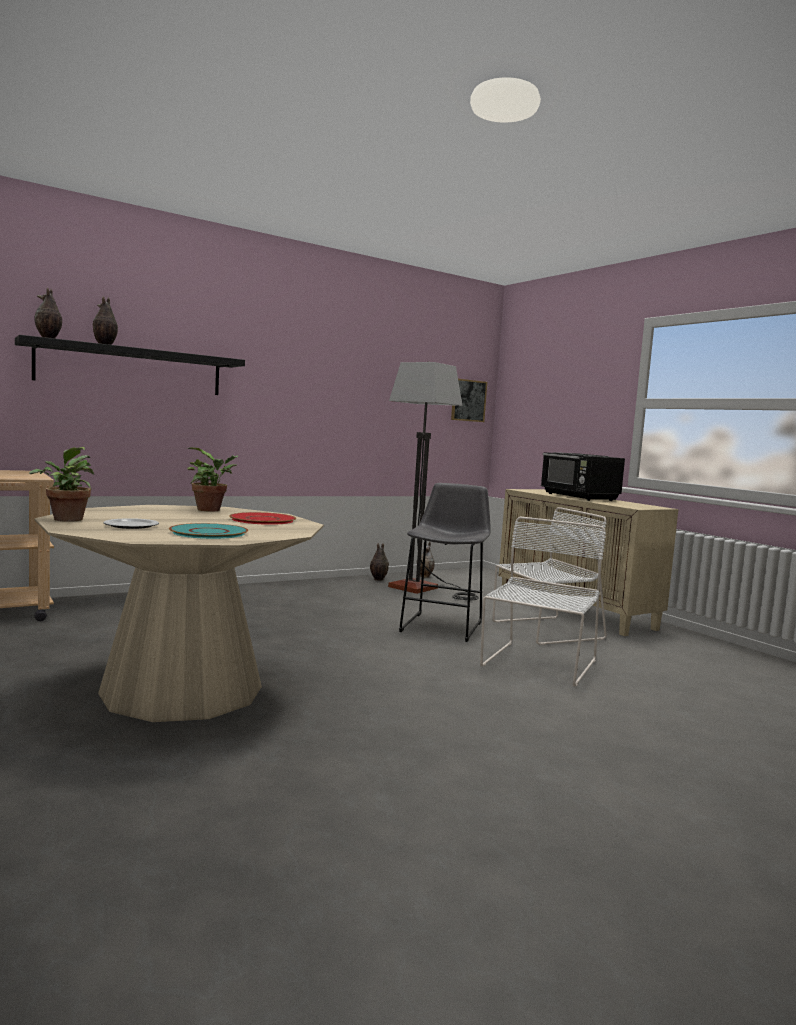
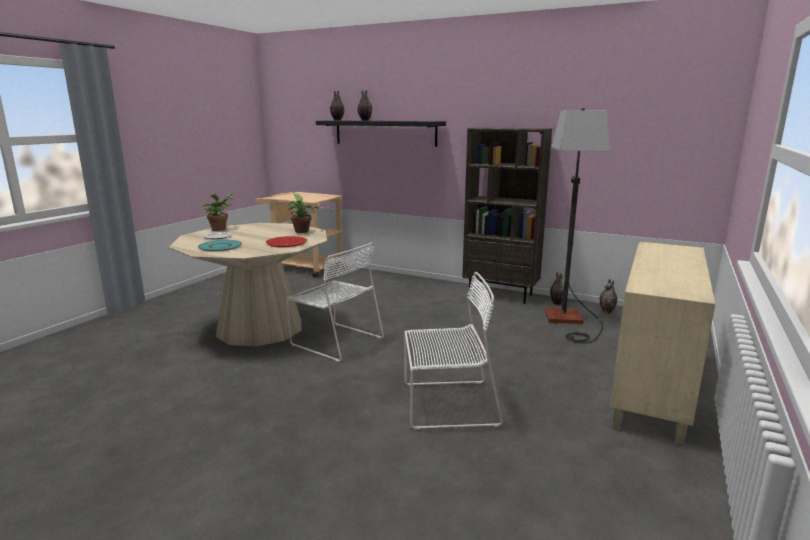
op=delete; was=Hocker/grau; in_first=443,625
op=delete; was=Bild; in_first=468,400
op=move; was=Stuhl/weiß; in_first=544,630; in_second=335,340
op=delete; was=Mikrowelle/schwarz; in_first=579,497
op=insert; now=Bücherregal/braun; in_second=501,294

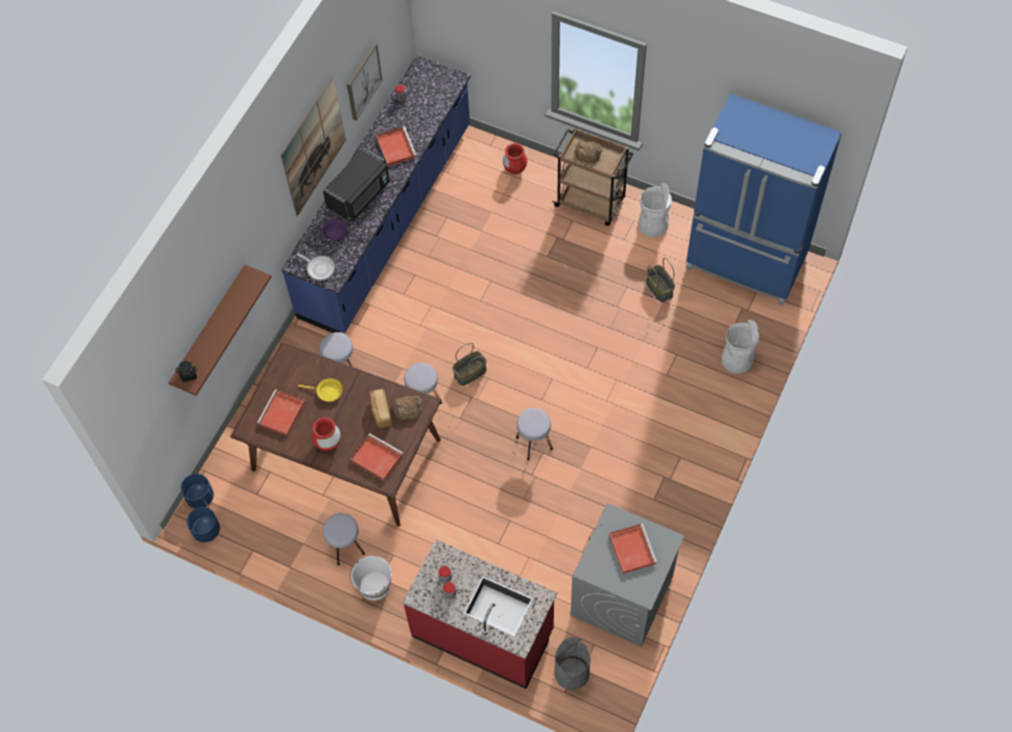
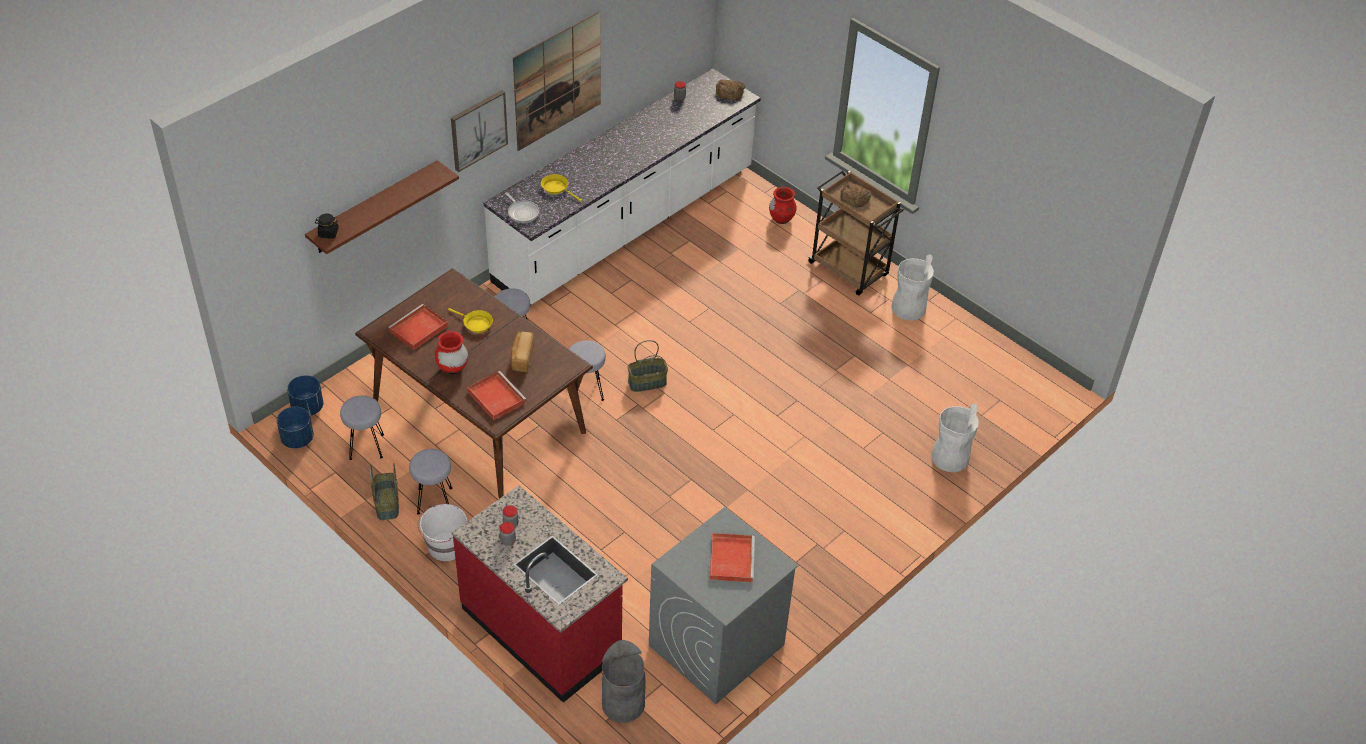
op=recolor; was=Küchenzeile/blau; now=Küchenzeile/weiß; in_first=387,221; in_second=626,226
op=recolor; was=Pfanne/lila; now=Pfanne/gelb; in_first=337,232; in_second=556,188
op=delete; was=Mikrowelle/schwarz; in_first=360,195
op=move; was=Bild; in_first=363,81; in_second=478,130
op=delete; was=Tablett/rot; in_first=395,147
op=move; was=Brot; in_first=407,408; in_second=729,92
op=move; was=Hocker/grau; in_first=533,443; in_second=366,446
op=move; was=Korb; in_first=660,288; in_second=388,504
op=delete; was=Kühlschrank/blau; in_first=746,263

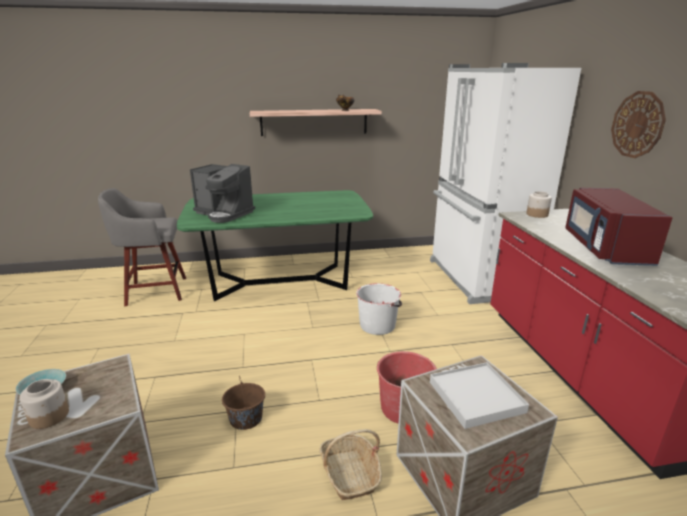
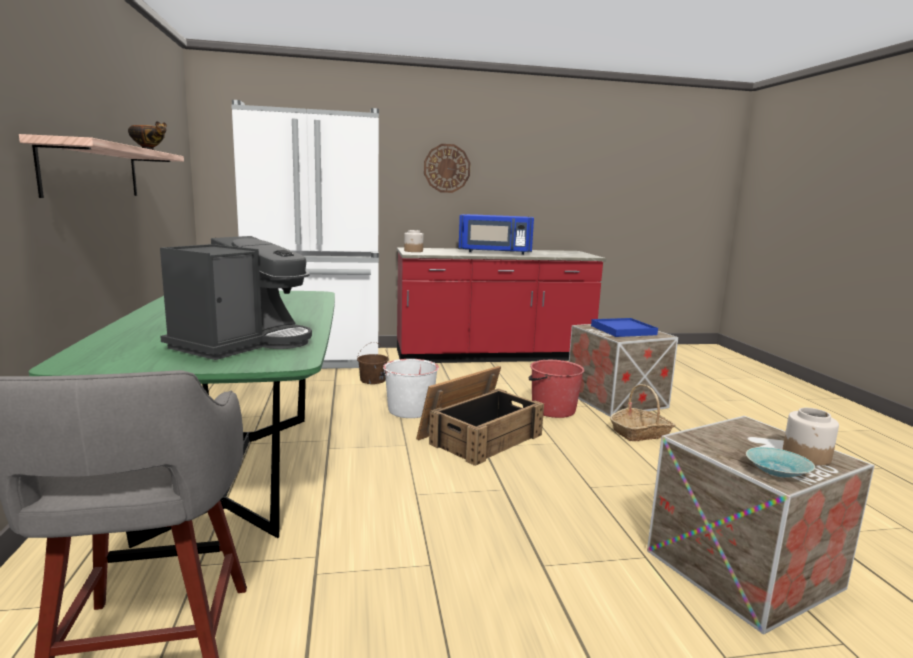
op=move; was=Eimer/braun; in_first=246,419; in_second=373,380
op=recolor; was=Tablett/weiß; now=Tablett/blau; in_first=476,397; in_second=623,330
op=recolor; was=Mikrowelle/rot; now=Mikrowelle/blau; in_first=604,248; in_second=495,252
op=insert; now=Kiste; in_second=480,436

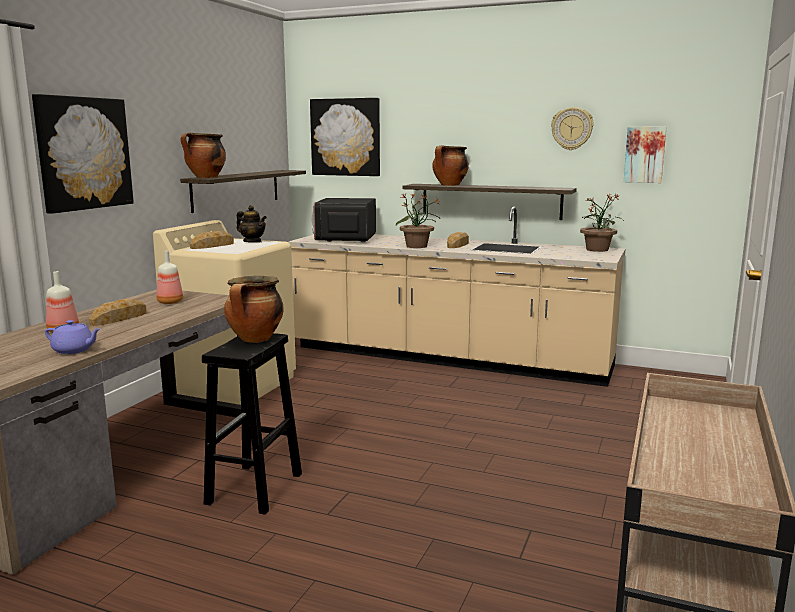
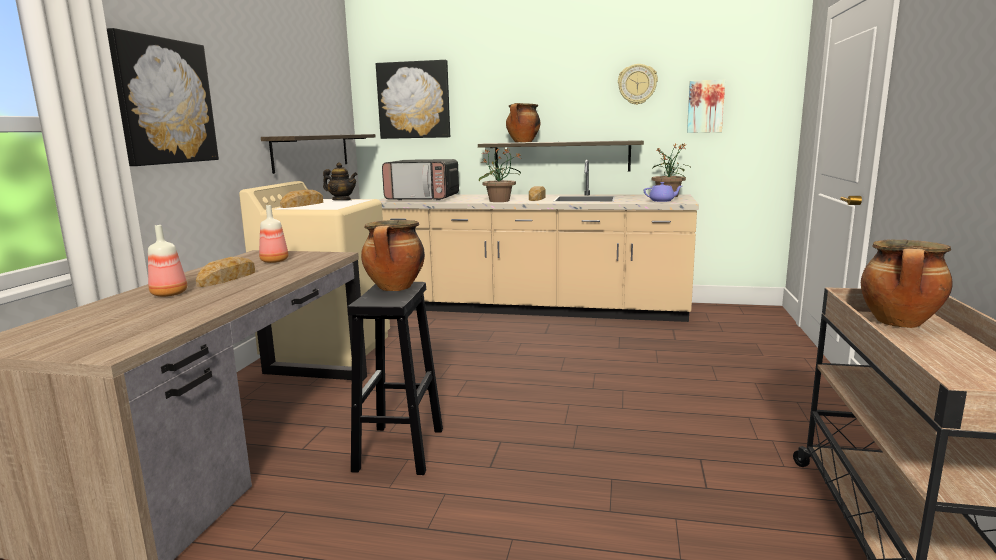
op=move; was=Teekanne/lila; in_first=74,350; in_second=662,201
op=move; was=Kochtopf; in_first=206,177; in_second=900,323
op=rotate; was=Mikrowelle; in_first=346,238; in_second=423,198; clockwise=-75

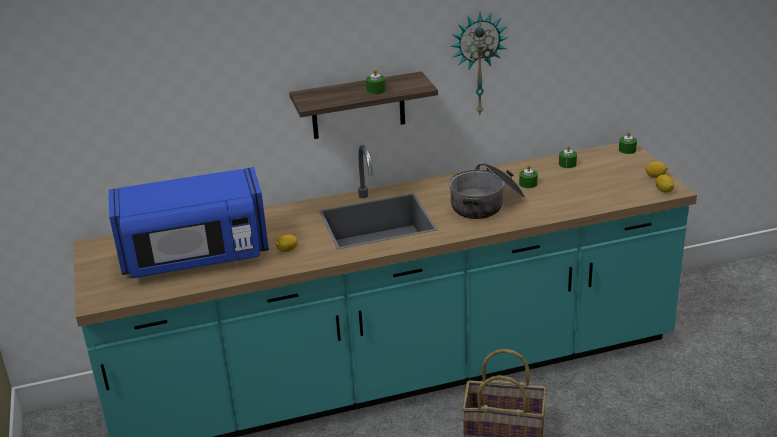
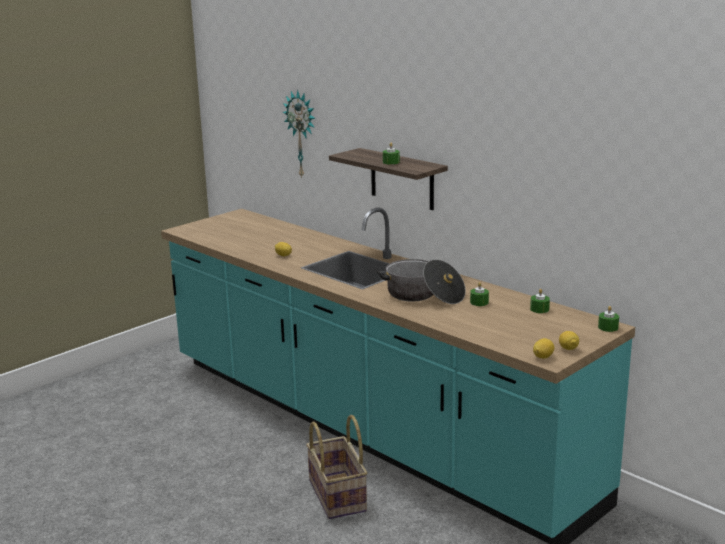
op=delete; was=Mikrowelle/blau; in_first=195,257
op=move; was=Wanduhr; in_first=478,63; in_second=302,134

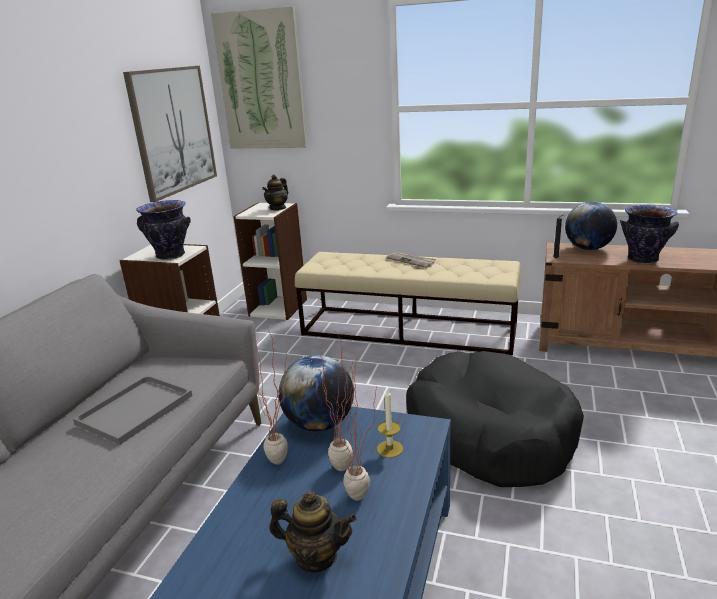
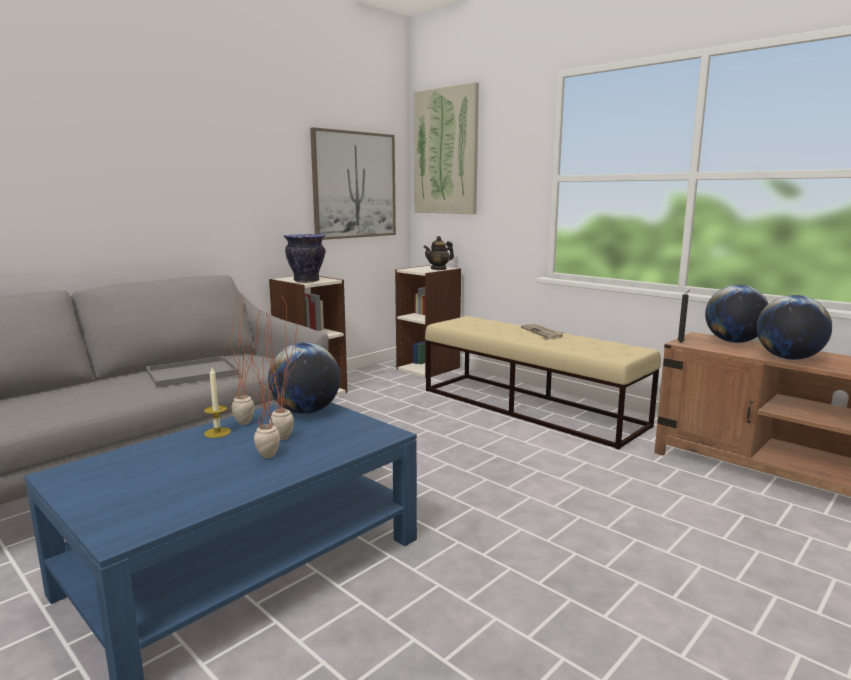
op=delete; was=Teekanne; in_first=316,556
op=move; was=Kerze; in_first=390,449; in_second=217,432
op=delete; was=Hundebett/schwarz; in_first=489,433
op=replace; was=Vase; now=Globus; in_first=643,260; in_second=788,358

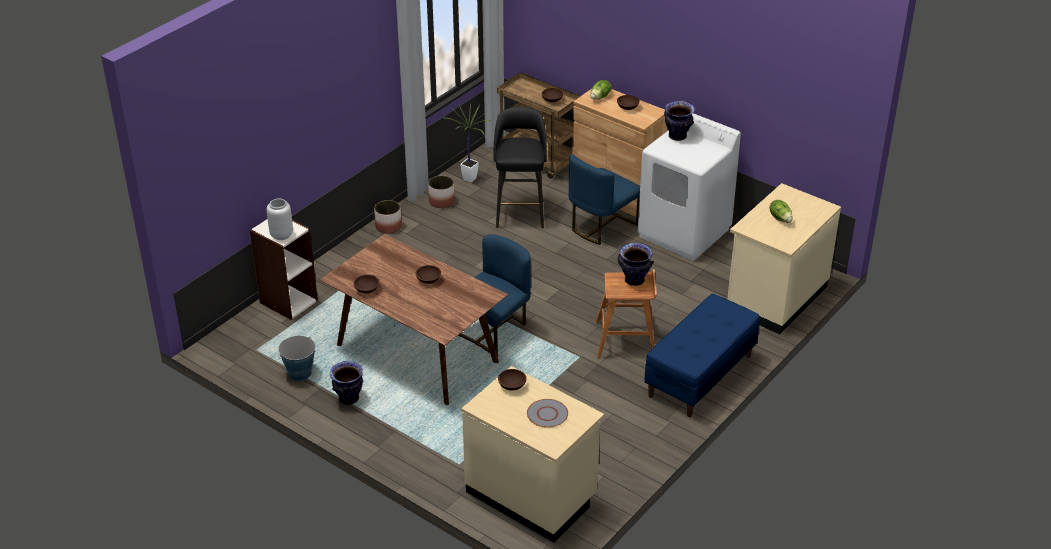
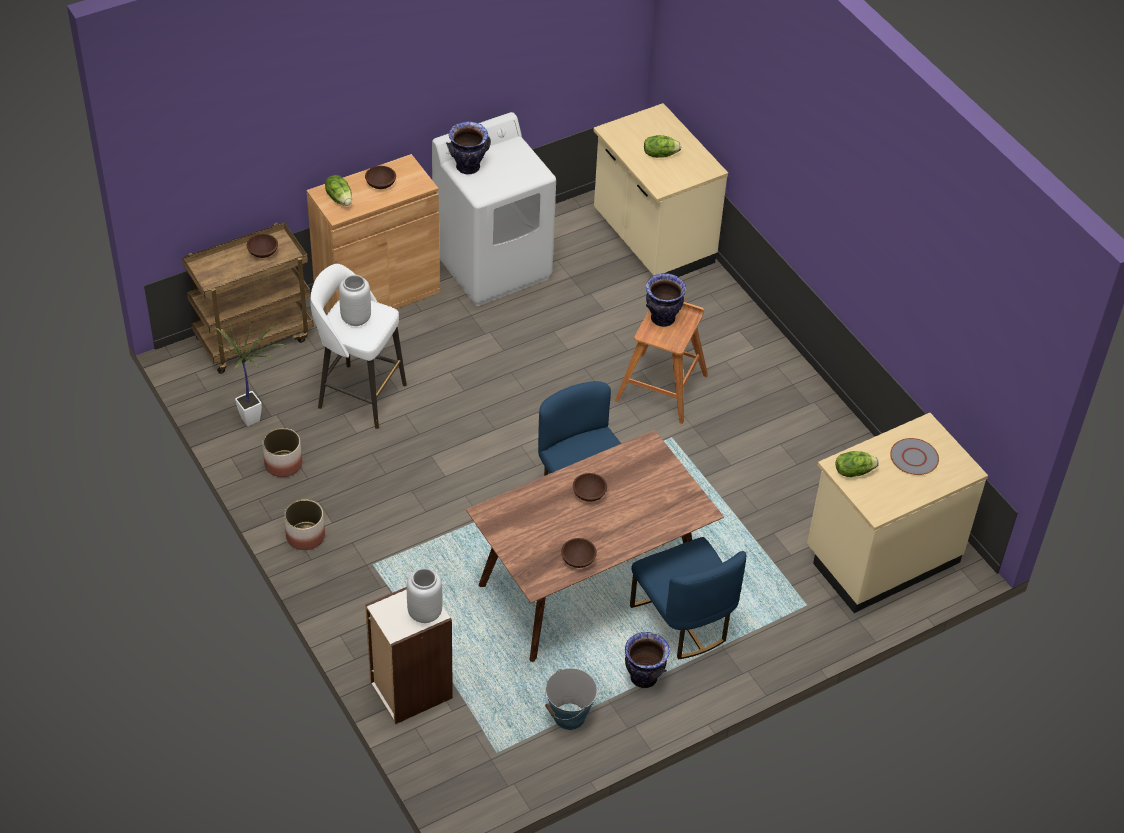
op=recolor; was=Hocker/schwarz; now=Hocker/weiß; in_first=520,213; in_second=359,395
op=replace; was=Schüssel/braun; now=Salatkopf; in_first=512,385; in_second=853,471
op=move; was=Stuhl/blau; in_first=601,226; in_second=682,622
op=delete; was=Bank/blau; in_first=700,376
op=insert; now=Vase/grau; in_second=356,318

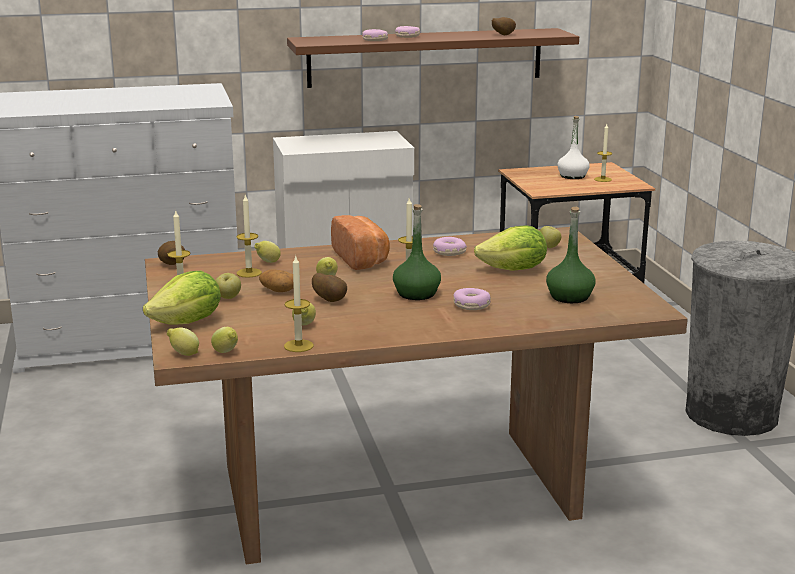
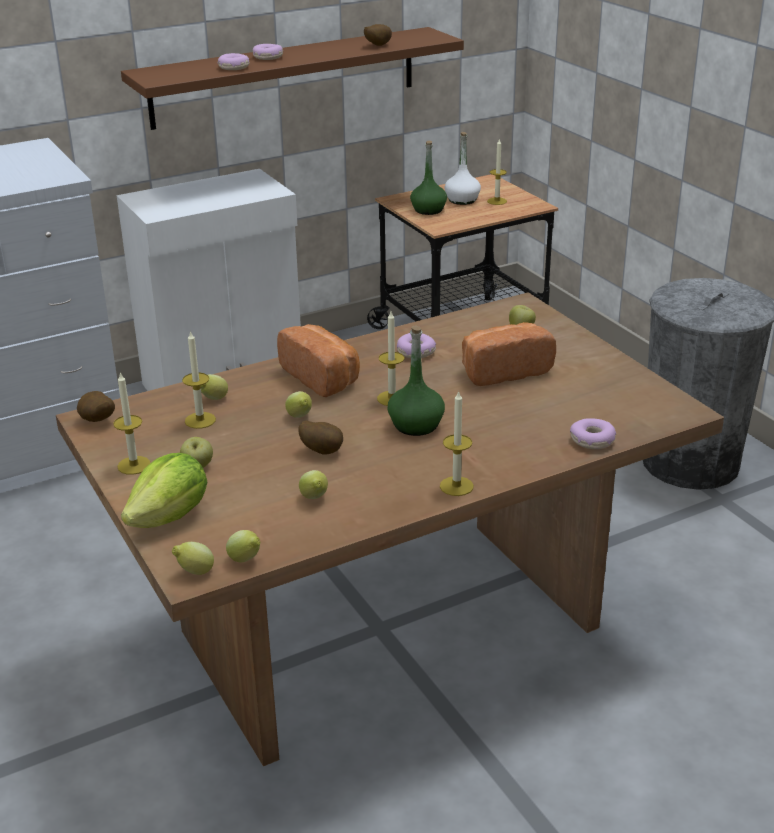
op=delete; was=Kartoffel; in_first=278,290
op=move; was=Kerze; in_first=298,346; in_second=456,486
op=move; was=Donut; in_first=471,305; in_second=592,440
op=replace; was=Salatkopf; now=Brot; in_first=514,270; in_second=503,370
op=move; was=Flasche/grün; in_first=570,297; in_second=428,210

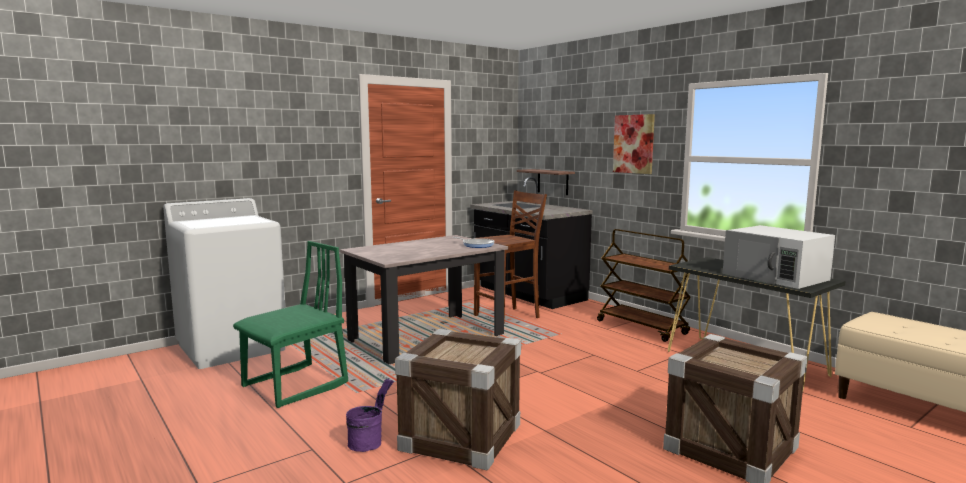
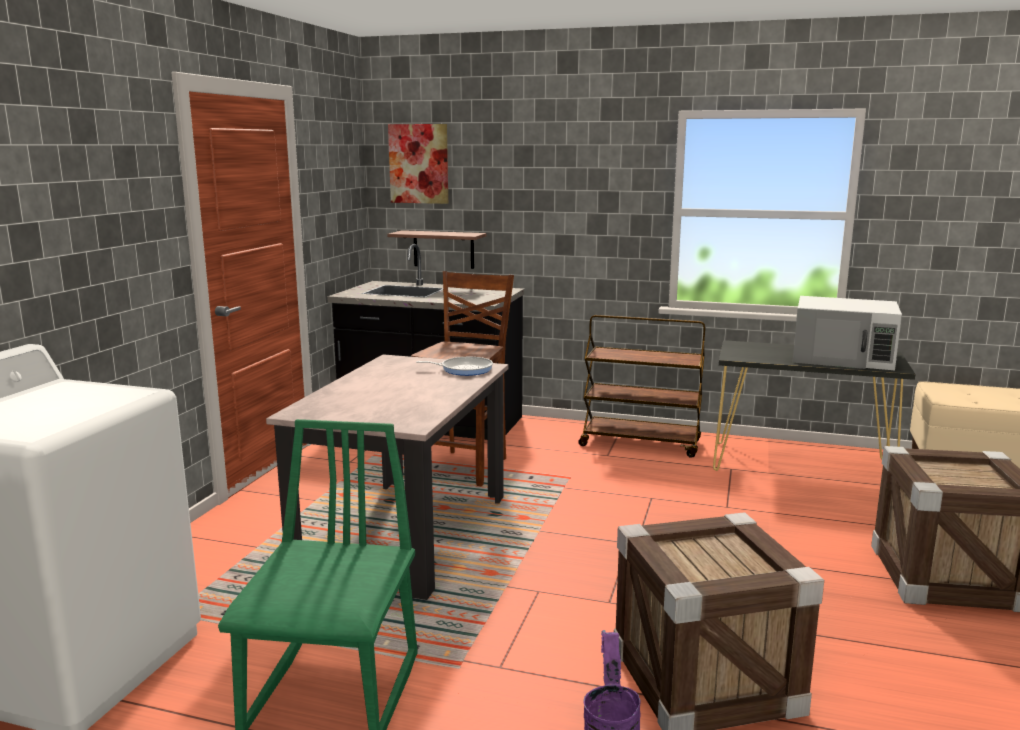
op=move; was=Bild; in_first=634,144; in_second=419,164

